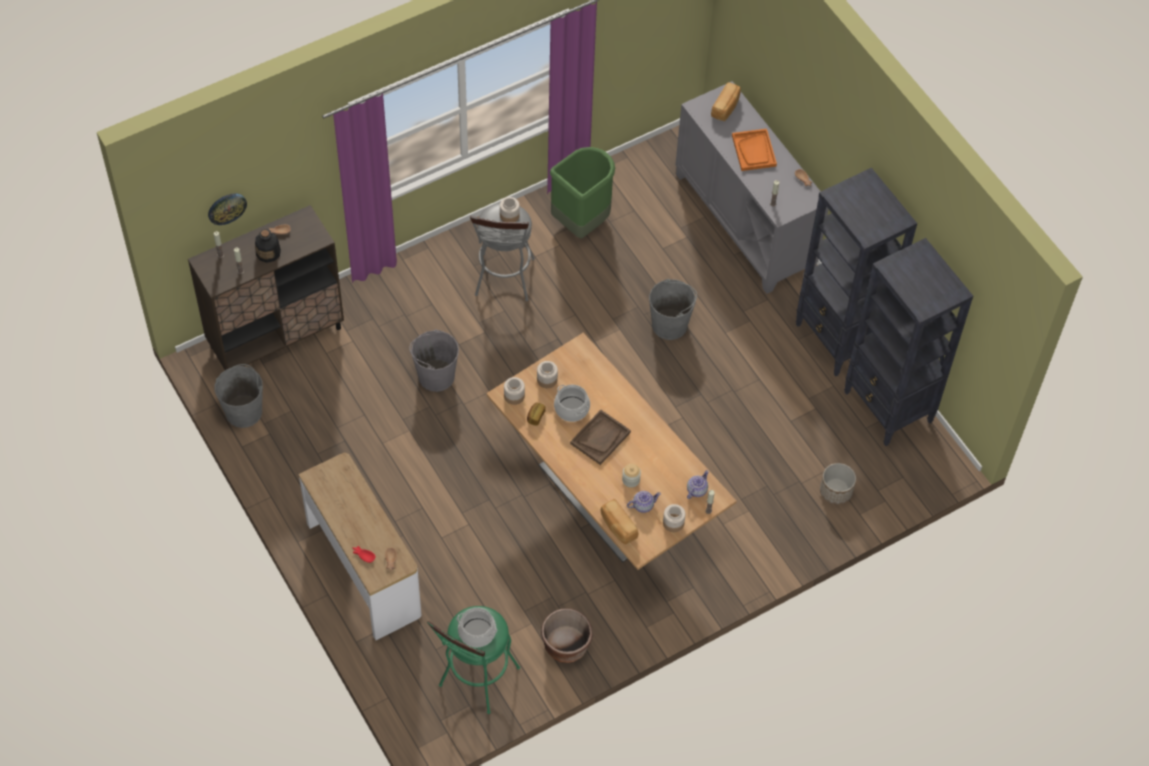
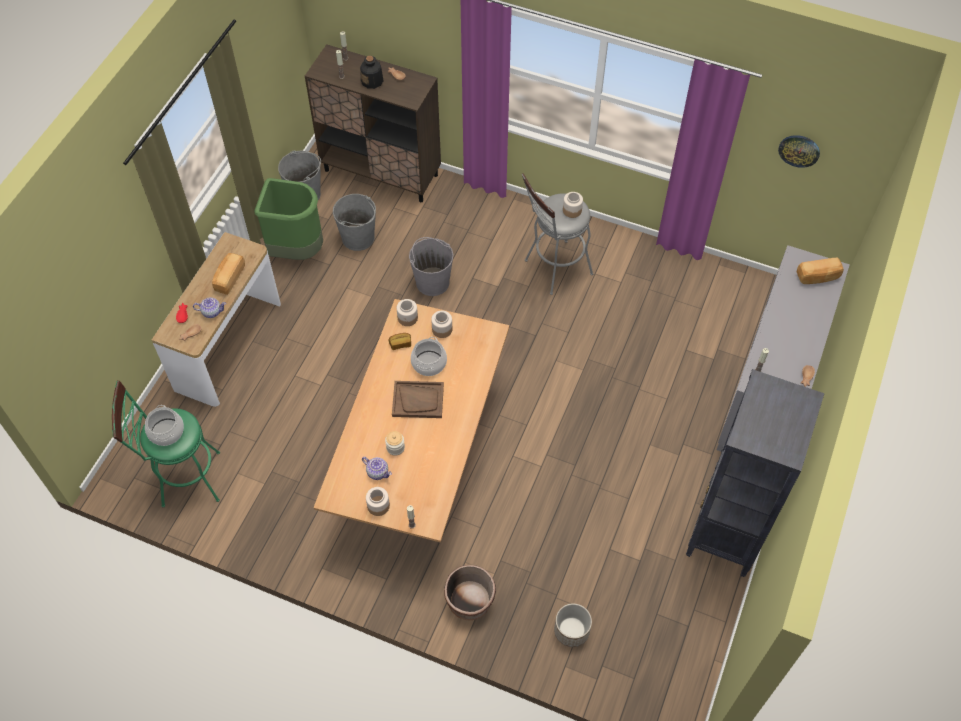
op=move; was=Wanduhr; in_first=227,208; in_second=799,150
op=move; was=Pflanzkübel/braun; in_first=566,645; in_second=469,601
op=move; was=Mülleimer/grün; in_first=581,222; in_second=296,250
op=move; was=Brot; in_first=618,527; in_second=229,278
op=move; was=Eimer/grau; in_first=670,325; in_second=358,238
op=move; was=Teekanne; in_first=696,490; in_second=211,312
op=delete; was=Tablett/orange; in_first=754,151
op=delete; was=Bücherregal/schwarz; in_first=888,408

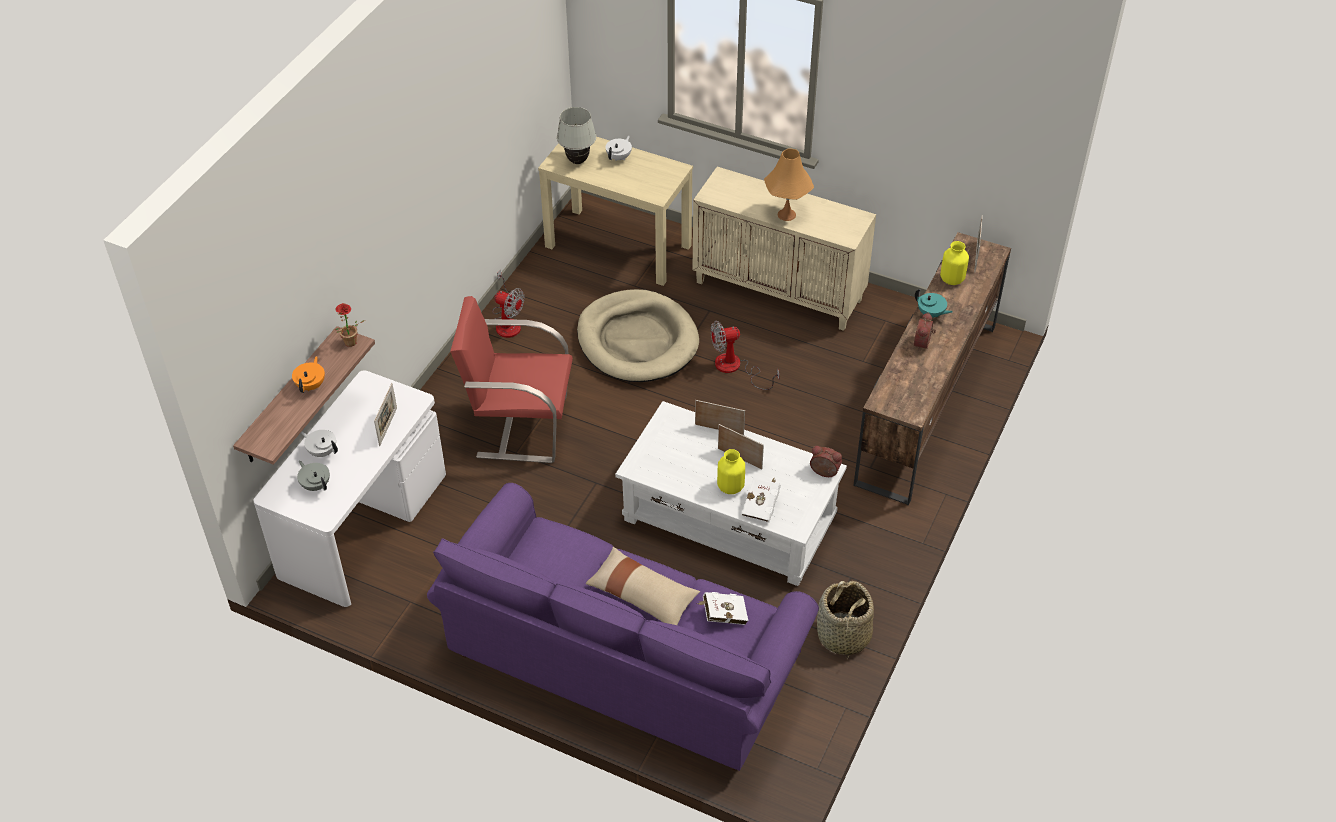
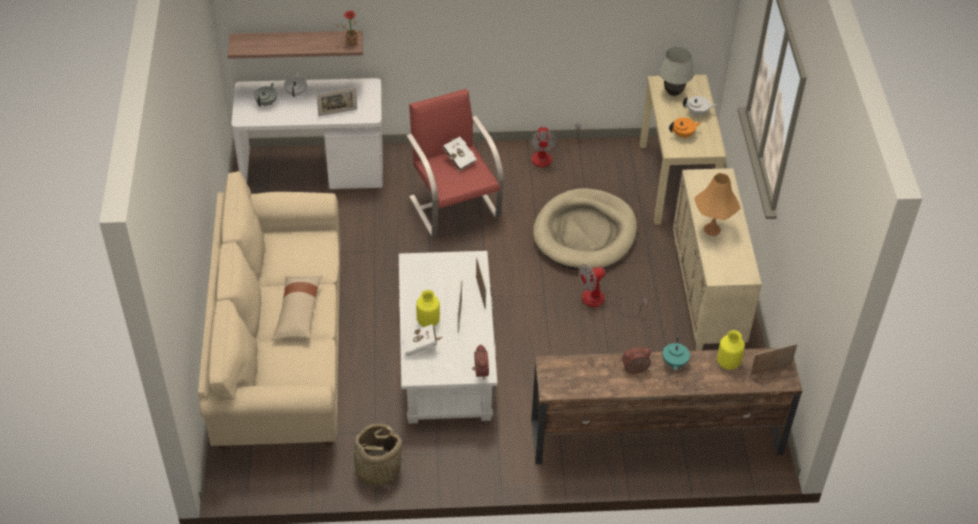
op=move; was=Teekanne/orange; in_first=311,385; in_second=683,134
op=recolor; was=Sofa/lila; now=Sofa/beige; in_first=624,660; in_second=281,350
op=move; was=Buch/weiß; in_first=722,615; in_second=459,158
op=rotate; was=Ventilator; in_first=735,368; in_second=601,301; clockwise=-75

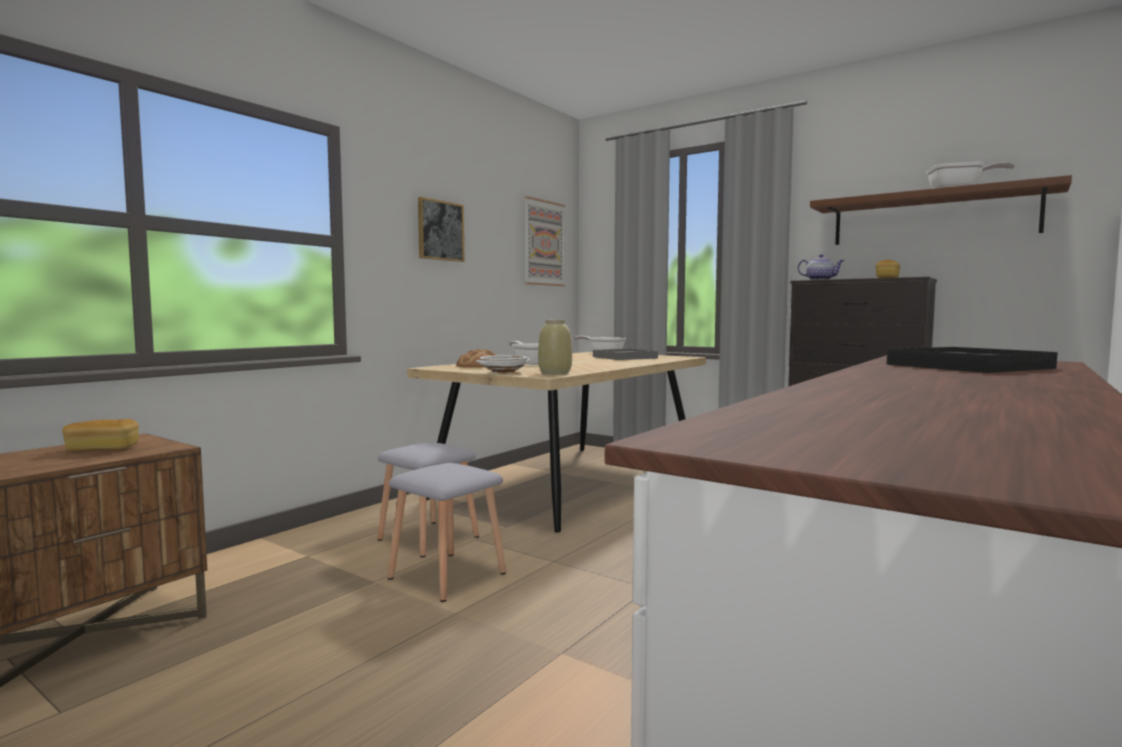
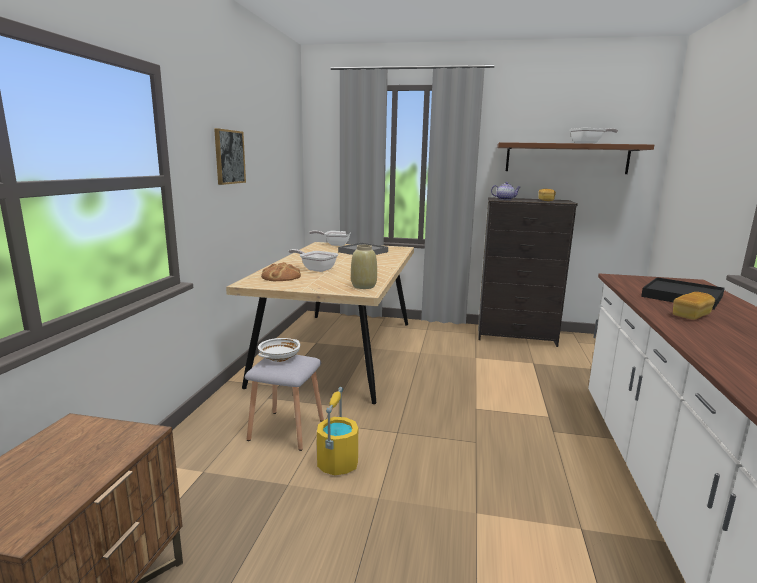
op=move; was=Brot; in_first=103,449; in_second=691,315
op=replace; was=Hocker/grau; now=Eimer/gelb; in_first=448,575; in_second=337,463
op=move; was=Schüssel/weiß; in_first=503,372; in_second=279,358
op=delete; was=Bild; in_first=544,243

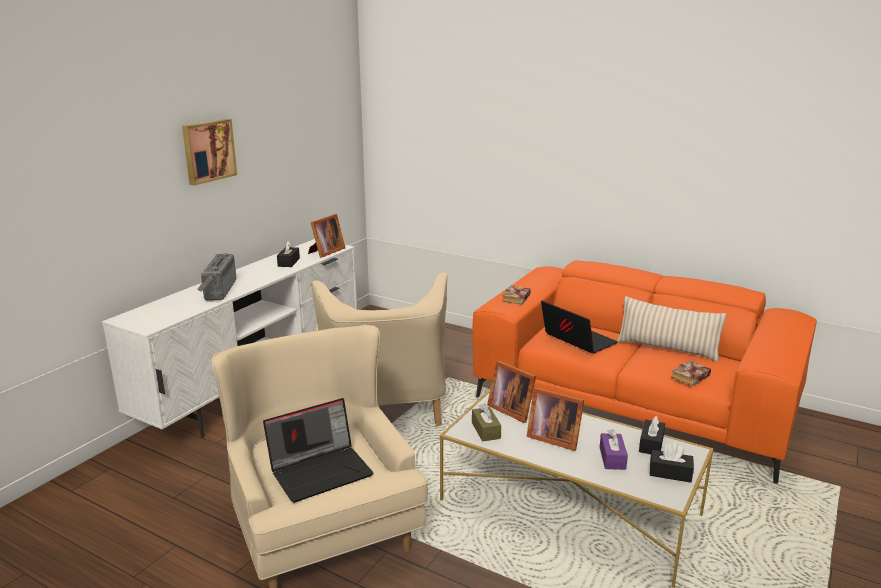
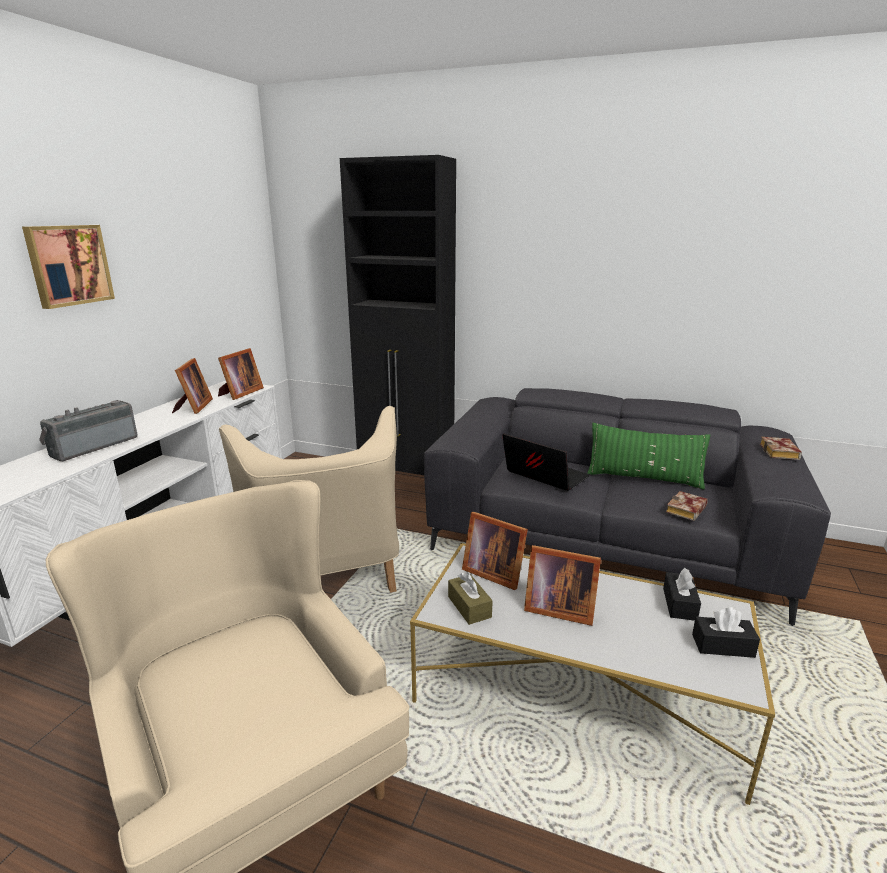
op=rotate; was=Radio; in_first=217,290; in_second=93,446; clockwise=45
op=delete; was=Laptop; in_first=321,471
op=replace; was=Taschentuchbox/schwarz; now=Bilderrahmen; in_first=288,262; in_second=193,407
op=recolor; was=Sofa/orange; now=Sofa/grau; in_first=633,404; in_second=603,541
op=move; was=Buch; in_first=516,299; in_second=781,453
op=delete; was=Taschentuchbox/lila; in_first=612,458
op=recolor; was=Kissen/beige; now=Kissen/grün; in_first=667,348; in_second=643,478
op=insert; now=Schrank/schwarz; in_second=407,481

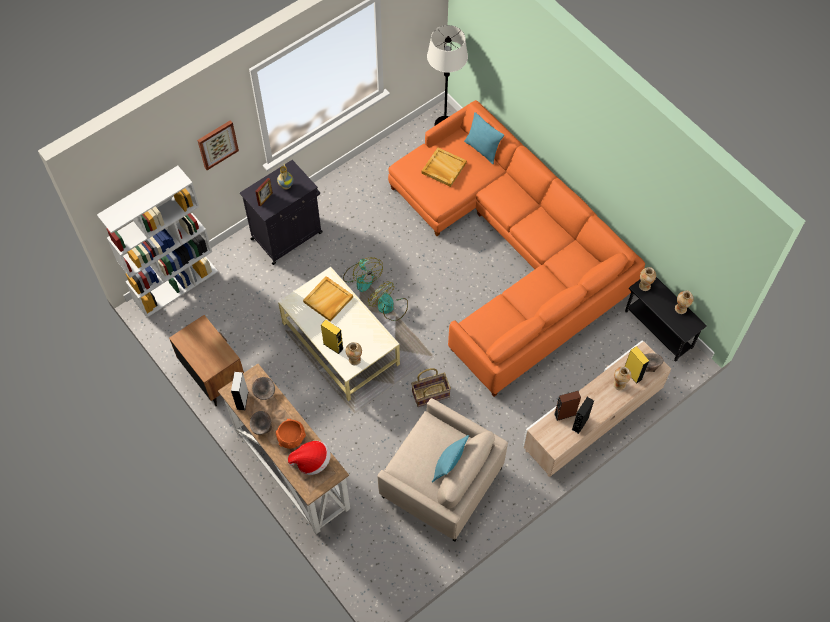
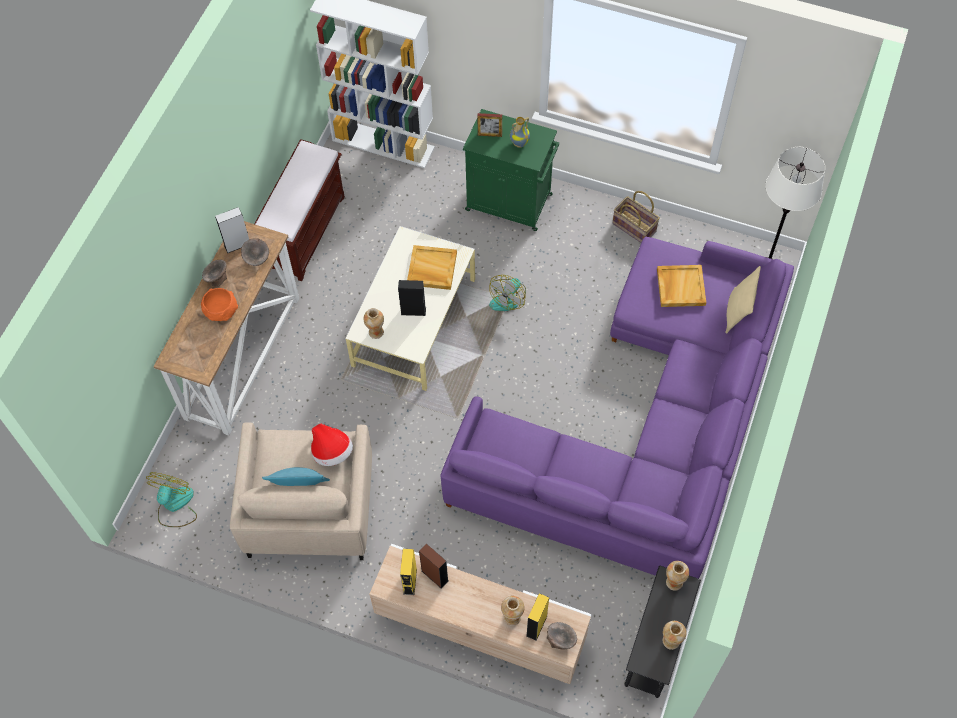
op=replace; was=Nachttisch/braun; now=Bank/braun; in_first=213,375; in_second=305,231
op=delete; was=Bild; in_first=217,144
op=recolor; was=Schrank/schwarz; now=Schrank/grün; in_first=288,235; in_second=510,203
op=move; was=Hut; in_first=312,461; in_second=332,452
op=move; was=Lautsprecher/gelb; in_first=333,346; in_second=410,581
op=move; was=Ventilator; in_first=389,307; in_second=175,505
op=recolor; was=Sofa/orange; now=Sofa/lila; in_first=511,253; in_second=645,427
op=move; was=Korb; in_first=430,394; in_second=634,227
op=recolor; was=Kissen/türkis; now=Kissen/beige; in_first=482,149; in_second=737,312
op=move; was=Lautsprecher/schwarz; in_first=580,423; in_second=413,311

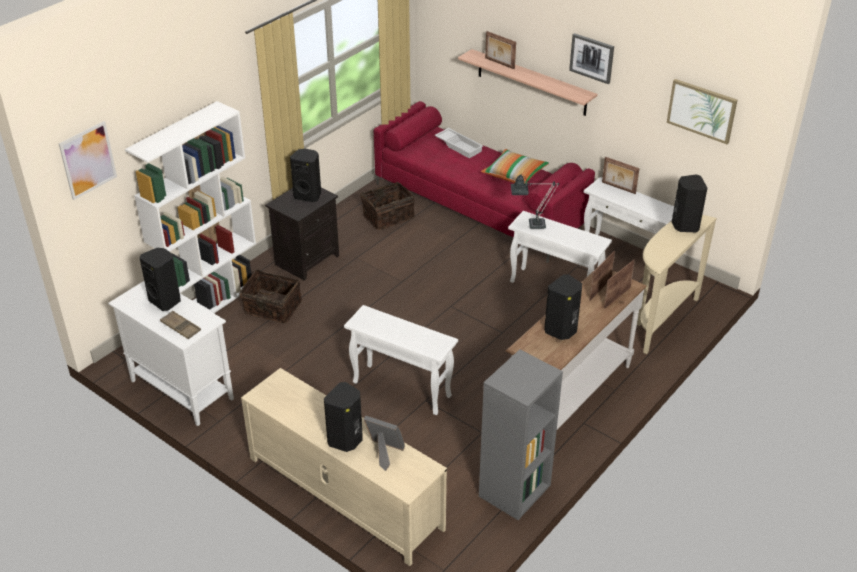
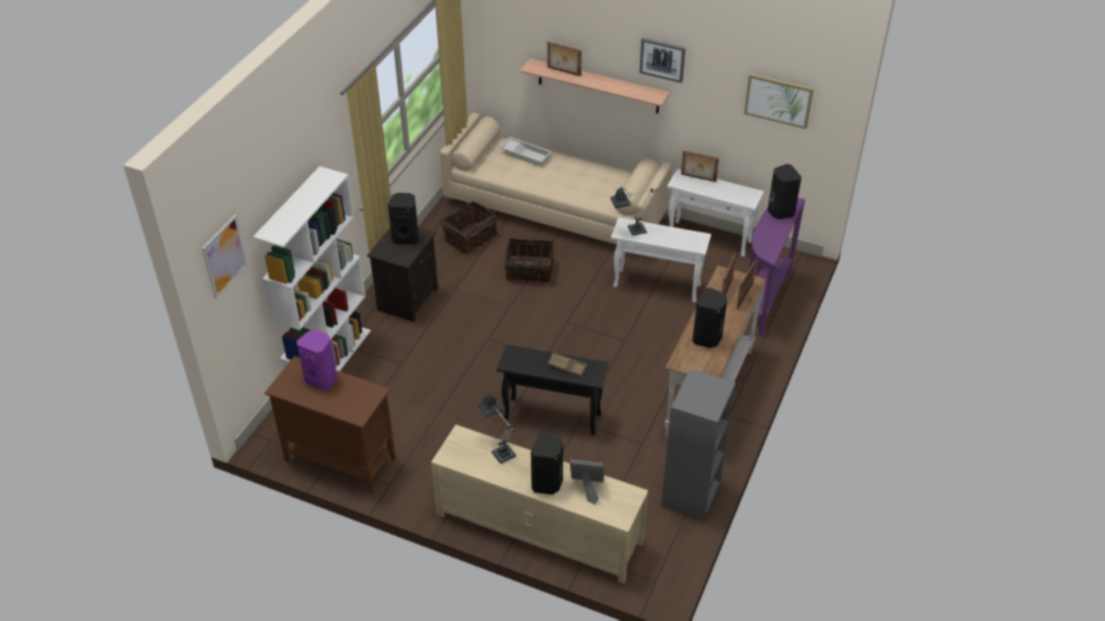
op=recolor; was=Schrank/weiß; now=Schrank/braun; in_first=181,389; in_second=339,459
op=recolor; was=Lautsprecher/schwarz; now=Lautsprecher/lila; in_first=166,301; in_second=322,379
op=move; was=Tablett/braun; in_first=180,327; in_second=567,366
op=move; was=Korb; in_first=272,308; in_second=529,272
op=recolor; was=Beistelltisch/weiß; now=Beistelltisch/schwarz; in_first=401,389; in_second=552,416
op=recolor; was=Sofa/rot; now=Sofa/beige; in_first=480,206; in_second=556,211
op=delete; was=Kissen; in_first=514,175
op=recolor; was=Konsolentisch/beige; now=Konsolentisch/lila; in_first=660,320; in_second=763,300
op=insert; now=Tischlampe; in_second=500,451

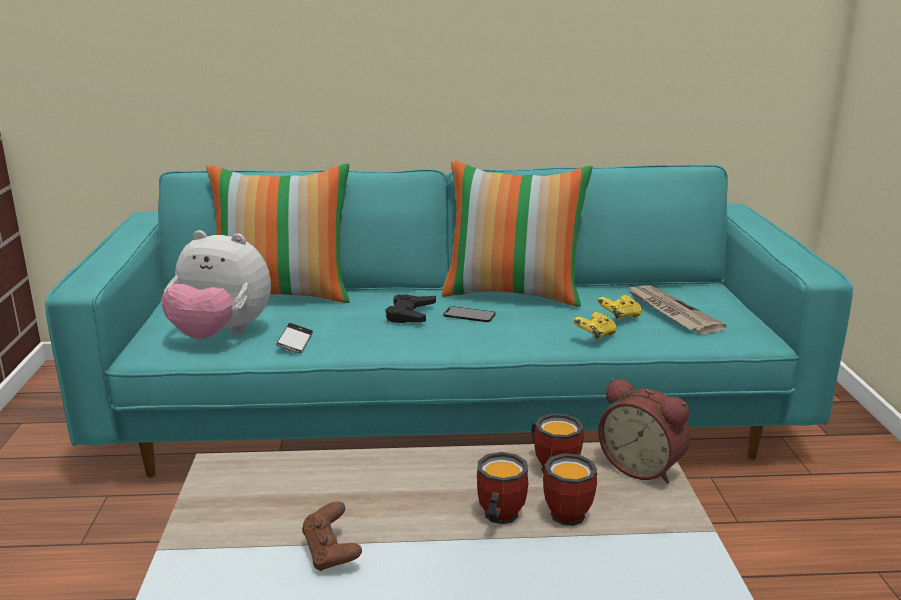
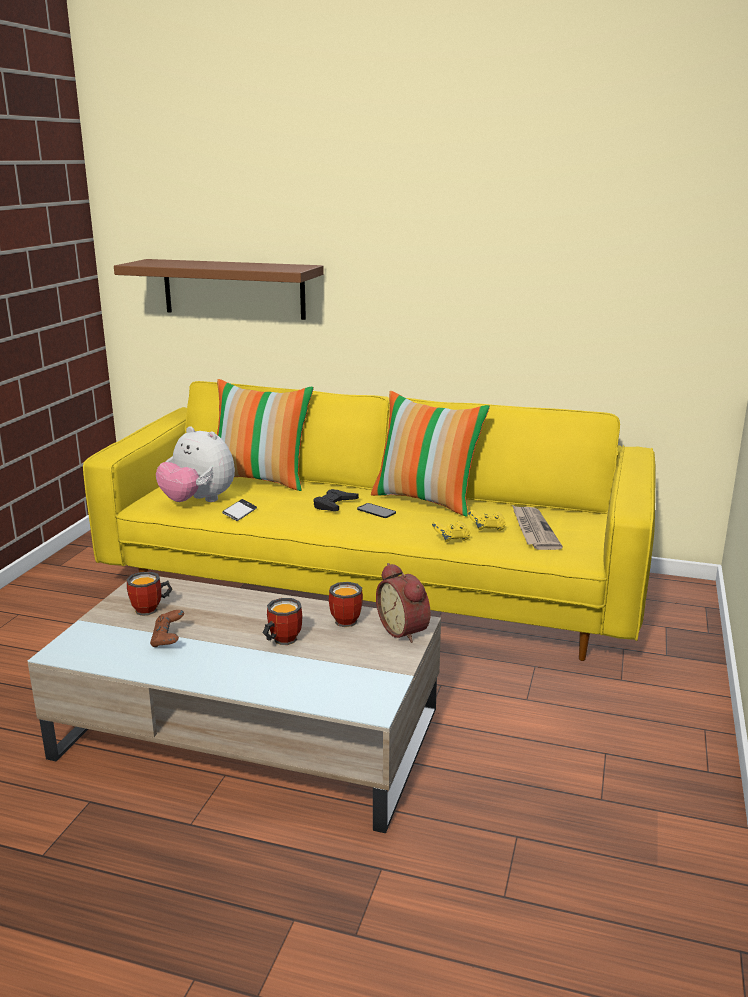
op=recolor; was=Sofa/türkis; now=Sofa/gelb; in_first=451,411; in_second=374,585
op=move; was=Henkelbecher; in_first=574,513; in_second=151,610
op=insert; now=Wandregal/braun; in_second=233,289

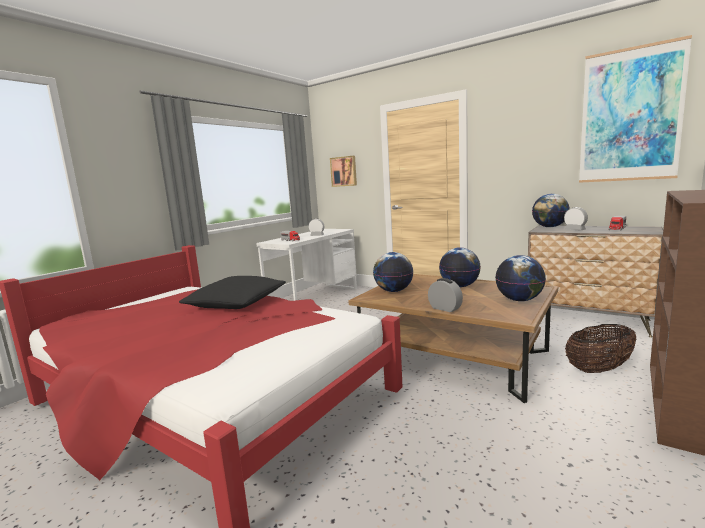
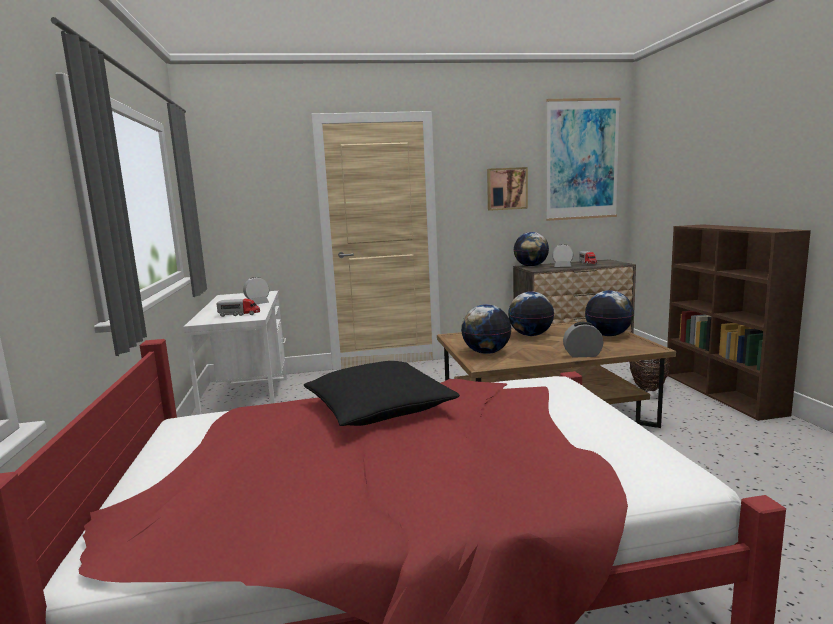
op=move; was=Bild; in_first=344,171; in_second=506,189

